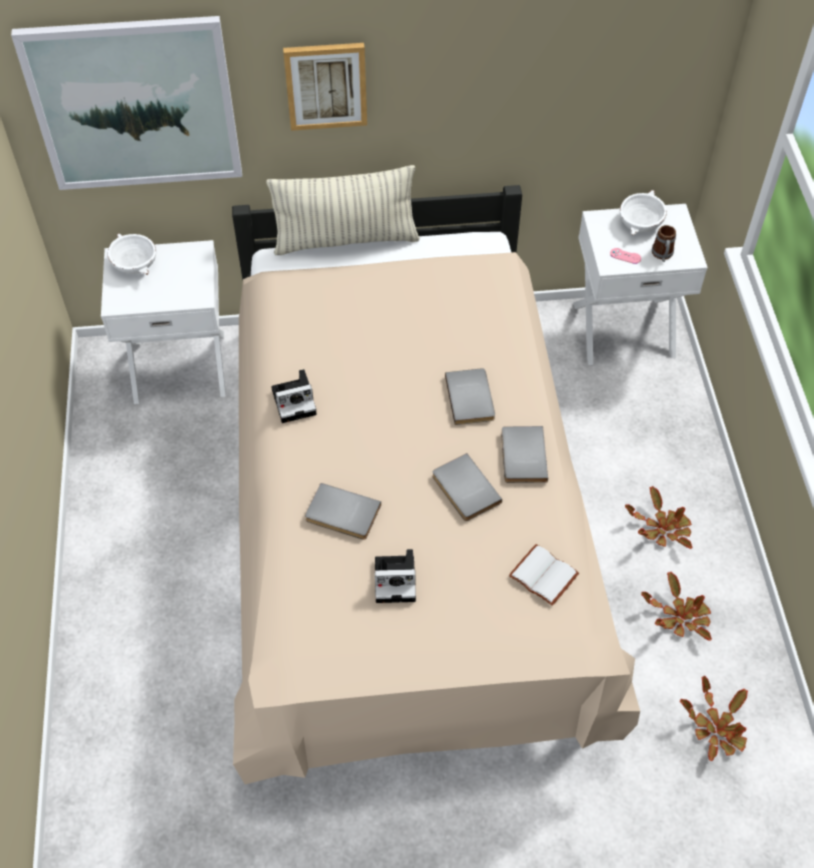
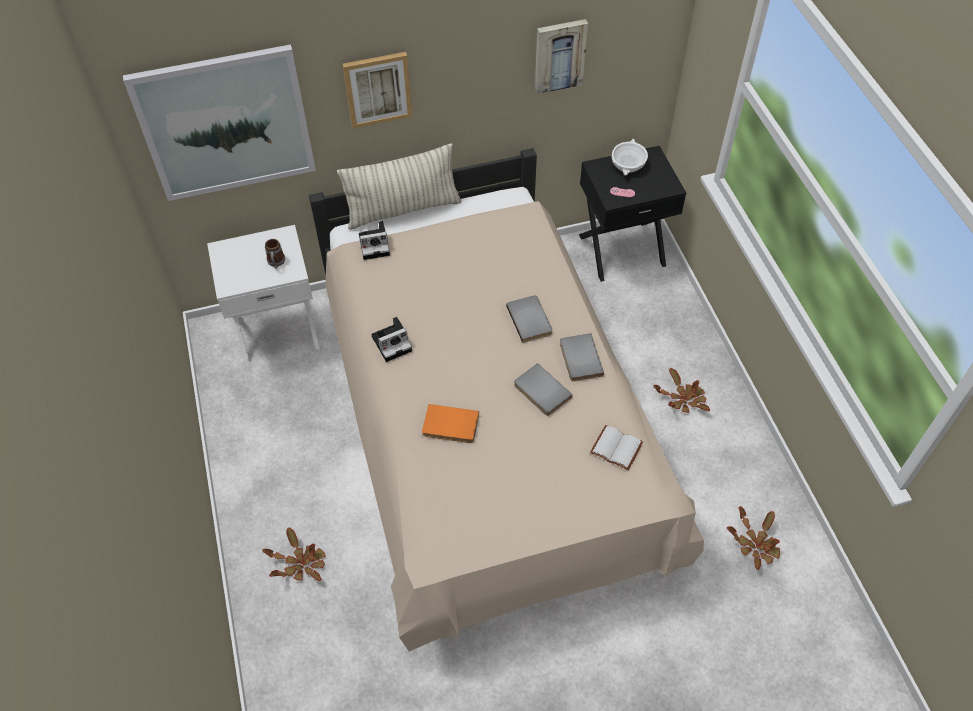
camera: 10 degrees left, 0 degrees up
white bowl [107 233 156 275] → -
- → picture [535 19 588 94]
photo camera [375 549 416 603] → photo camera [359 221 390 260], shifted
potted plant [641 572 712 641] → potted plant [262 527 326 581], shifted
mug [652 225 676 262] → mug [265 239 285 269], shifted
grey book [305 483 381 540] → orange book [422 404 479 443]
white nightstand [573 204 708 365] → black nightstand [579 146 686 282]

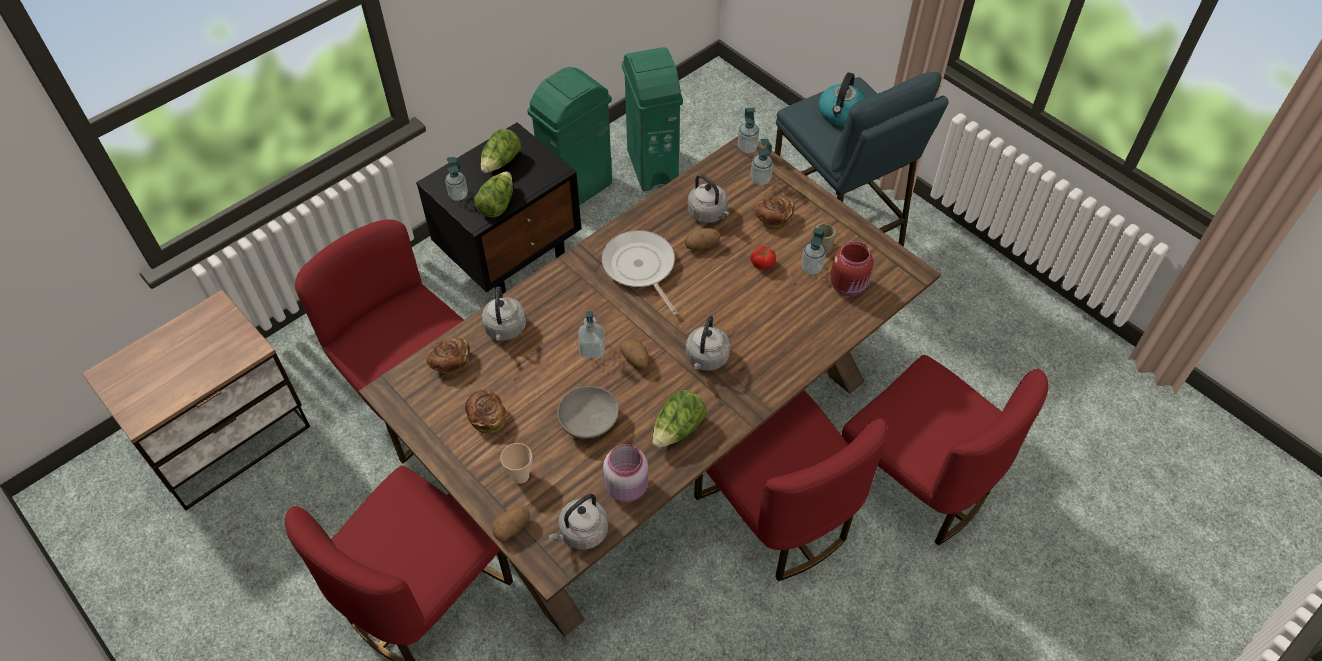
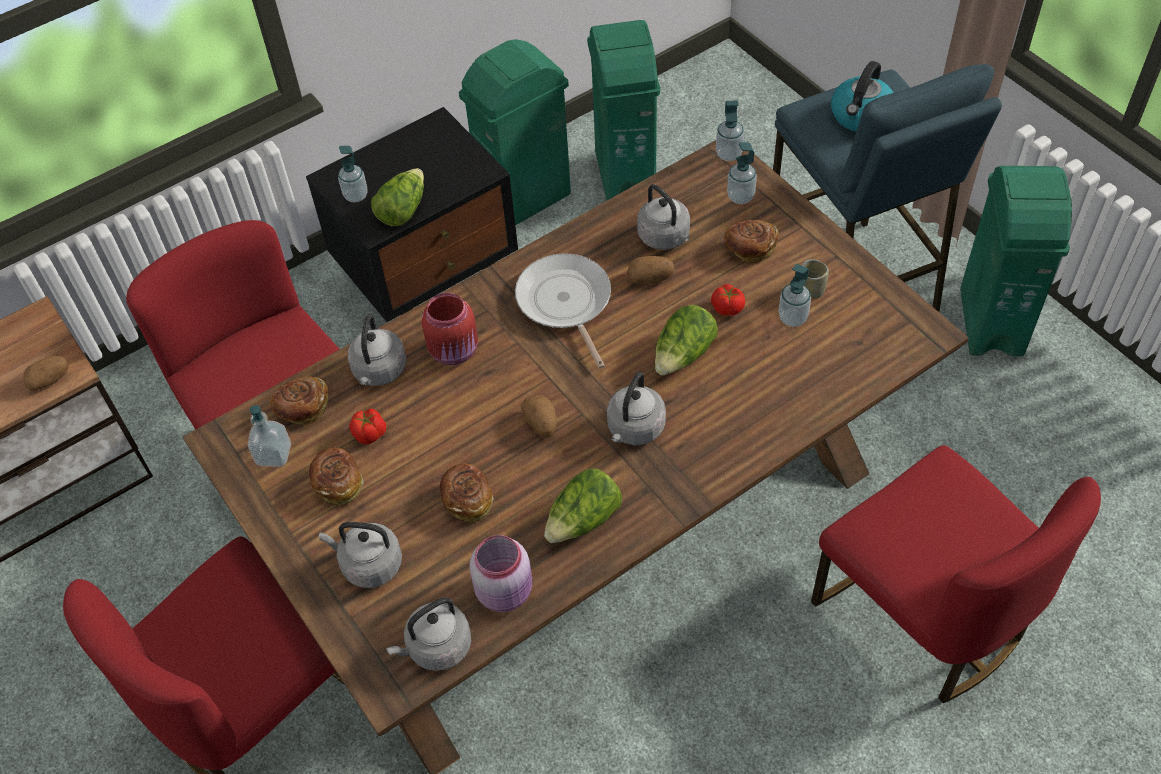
camera: 10 degrees right, 0 degrees up
red chair [694 390 887 581] → -
- → tomato [349 408 386 445]
- → green trash can [960 166 1072 356]
lettuce [481 129 521 173] → lettuce [655 305 718 375], shifted
potato [492 506 530 542] → potato [23 356 69 391], shifted
soap dispenser [578 311 605 358] → soap dispenser [248 405 291 467], shifted
red jar [830 241 873 296] → red jar [421 293 478 365], shifted
cup [501 443 532 484] → grey kettle [319 522 402 588]
grey bowl [557 386 619 439] → bread [440 463 494 523]

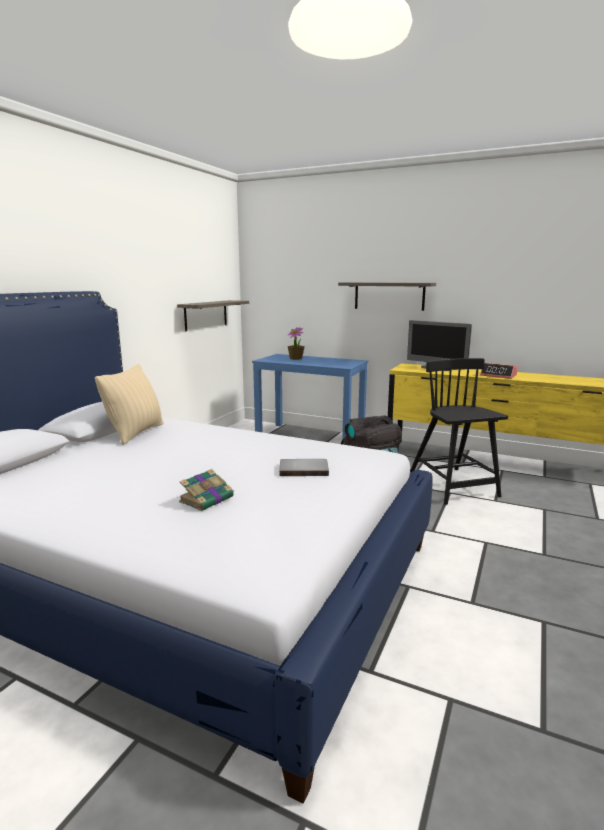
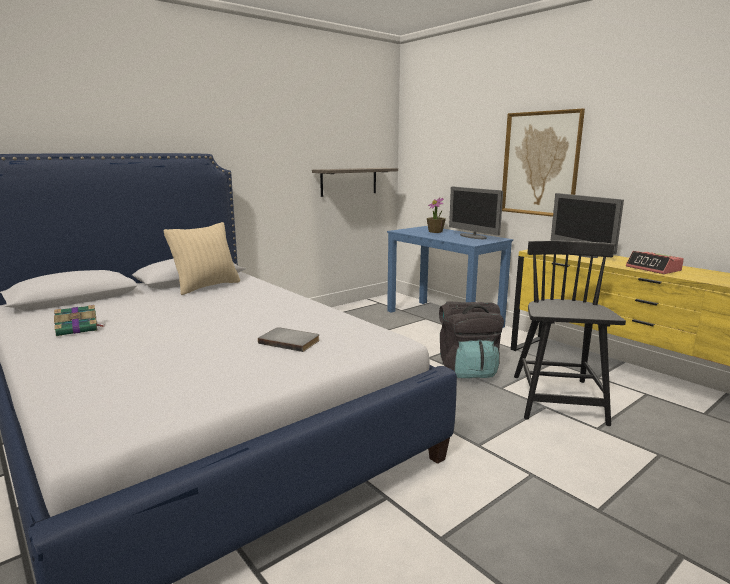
camera: 25 degrees right, 0 degrees up
- → monitor [449 187 503 239]
book [179 469 235 511] → book [54 305 104 336], shifted
shelf [338 282 436 311] → picture [502 109 585 217]

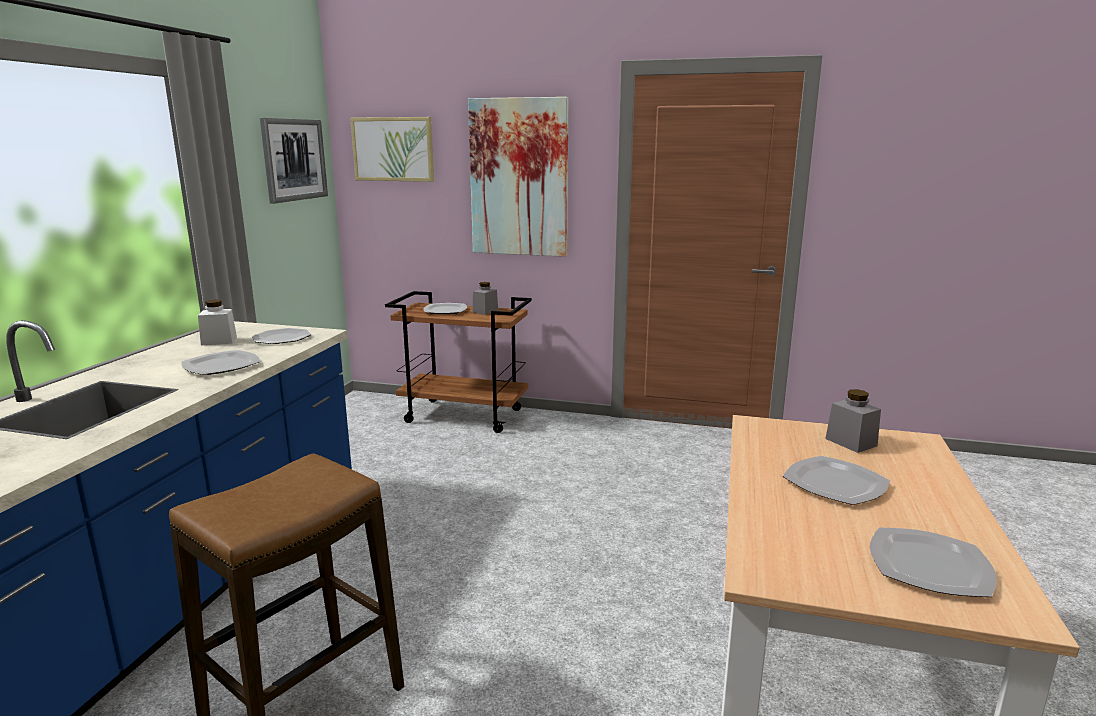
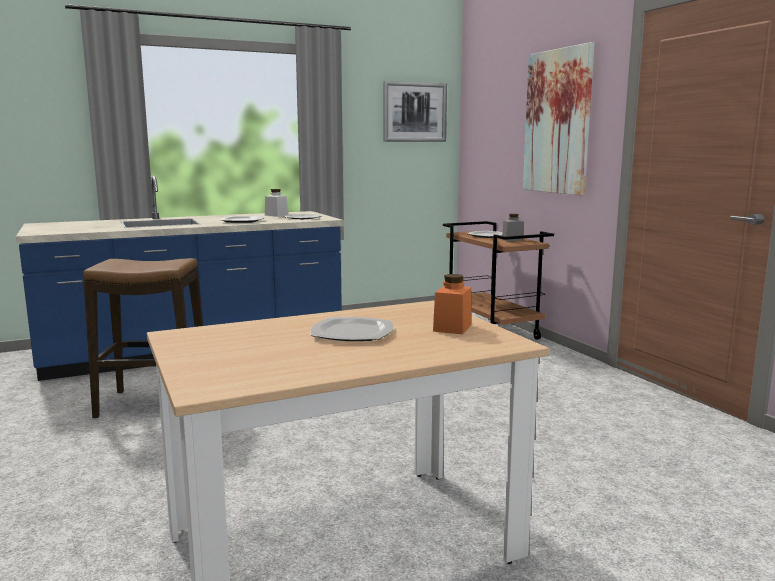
camera: 50 degrees right, 5 degrees down
picture [350 117 434 182] → -
plate [869 527 997 597] → -
grey jar [825 389 881 453] → orange jar [433 274 472 335]

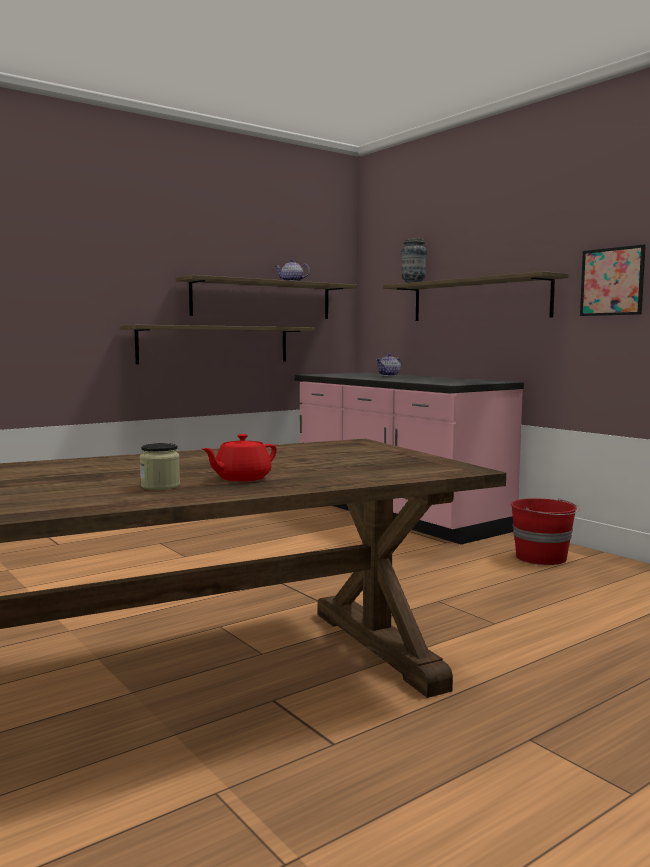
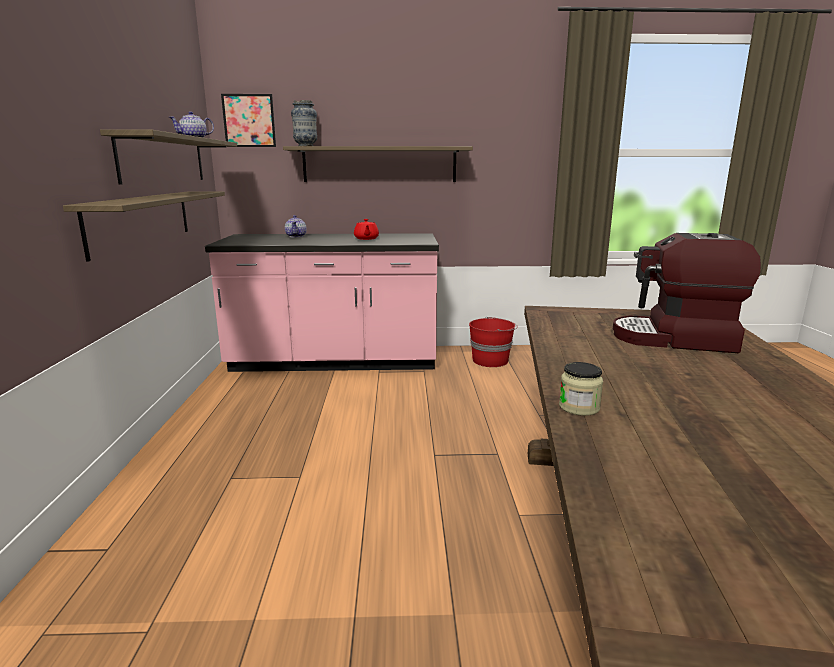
camera: 55 degrees left, 10 degrees up
- → coffee machine [613 233 761 353]
jar [140 443 180 490] → jar [559 362 603 416], shifted
red teapot [201 434 277 482] → red teapot [354 219 379 240], shifted
picture [580 245 646 316] → picture [221 94 276 147], shifted

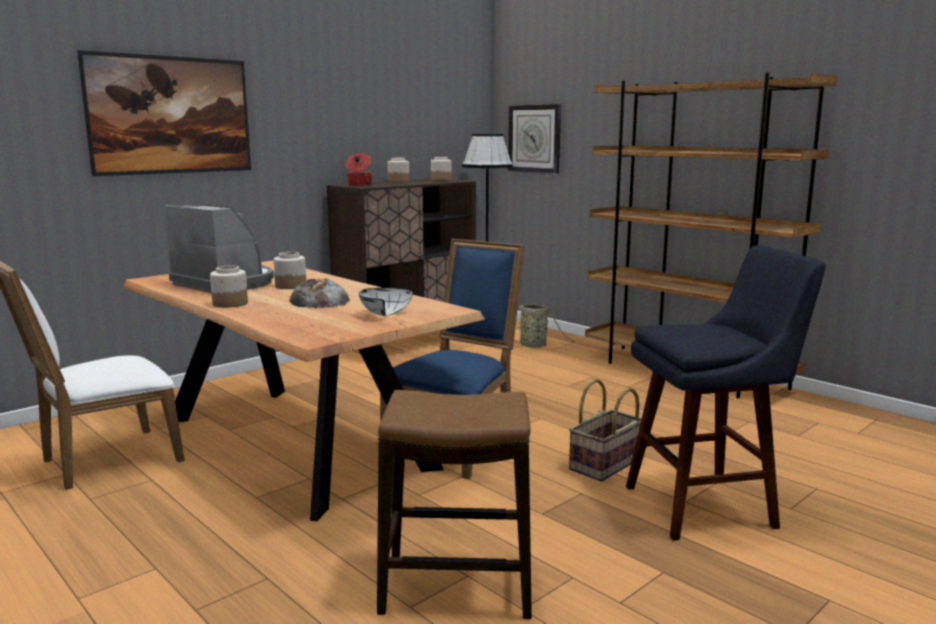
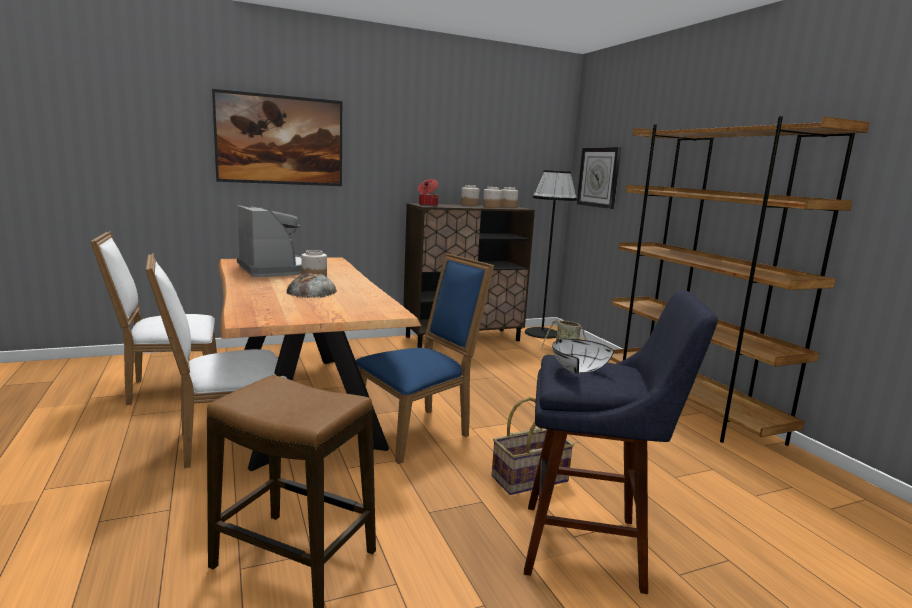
camera: 20 degrees right, 0 degrees up
- → white chair [146 253 287 468]
jar [210 265 248 308] → jar [483 187 502 208], shifted
white bowl [359 287 413 316] → white bowl [552 339 614 374], shifted

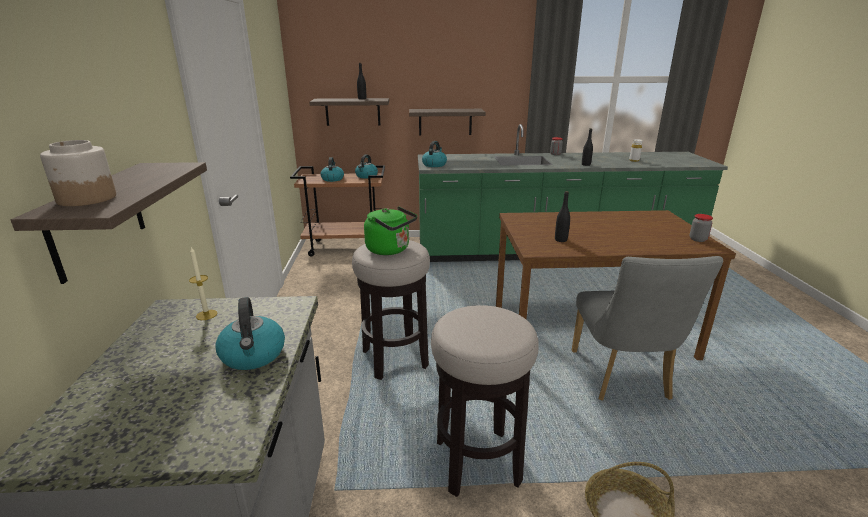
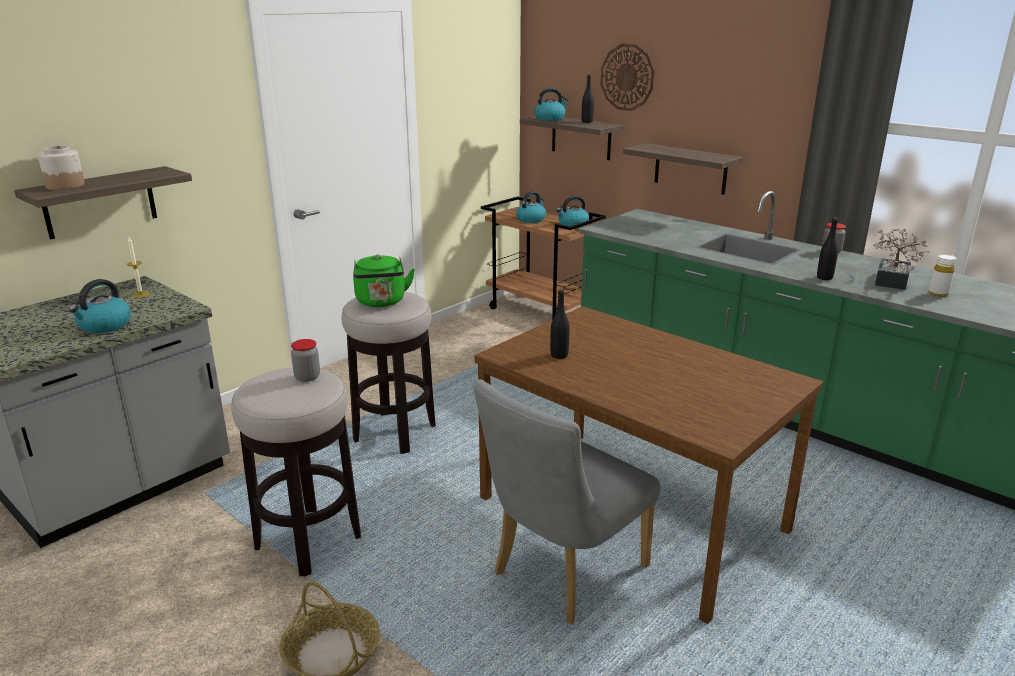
camera: 45 degrees right, 0 degrees up
- → wall clock [600 44 655 111]
- → potted plant [873 229 930 290]
kettle [422 141 447 167] → kettle [534 88 569 121], shifted
jar [690 214 713 242] → jar [291 339 320 382], shifted

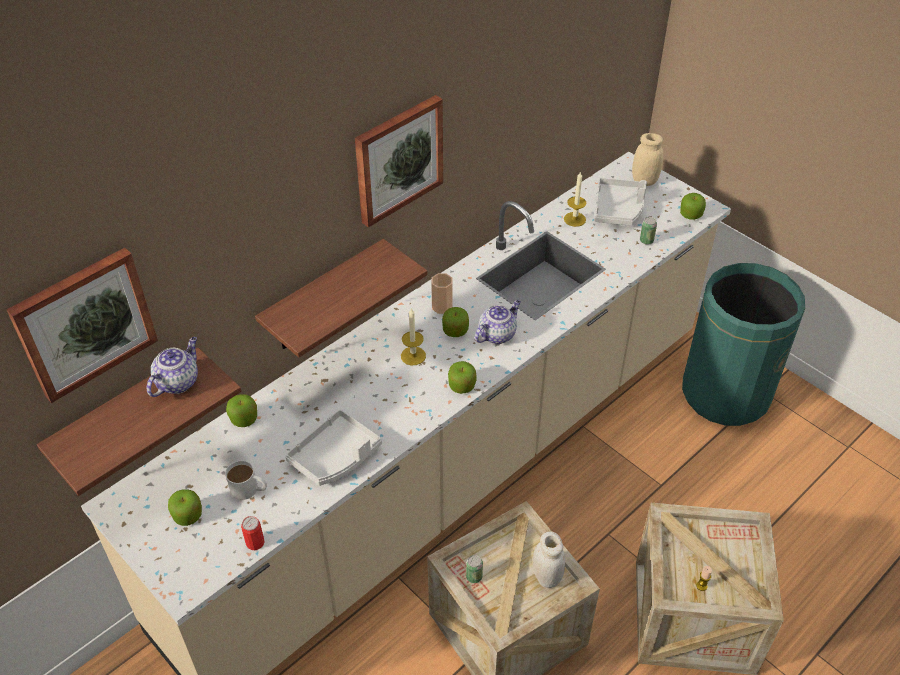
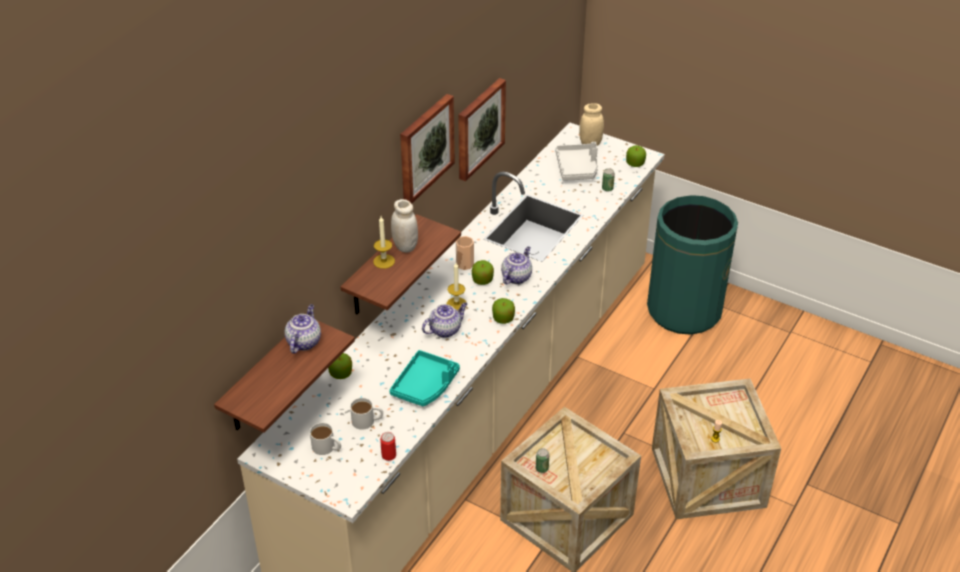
camera: 15 degrees left, 5 degrees down
- → teapot [422 302 467 338]
picture [6 248 158 403] → picture [458 78 506 181], shifted
white jar [533 531 565 588] → white jar [391 199 418 253], shifted
candle [564 171 587 227] → candle [373 216 395 269], shifted
apple [168 489 202 526] → white mug [310 423 341 455]
grey tray [285 410 382 486] → turquoise tray [389 350 460 406]

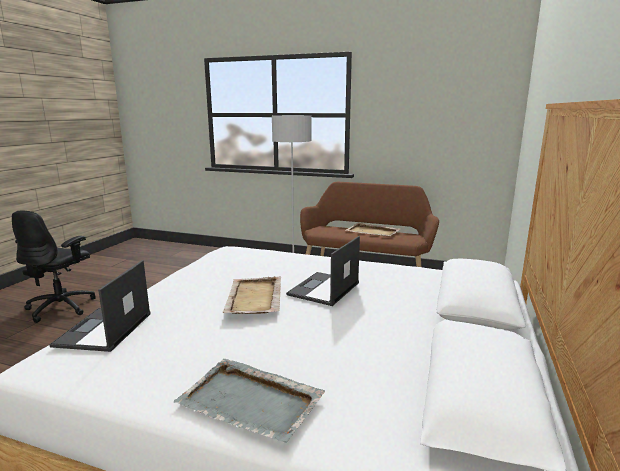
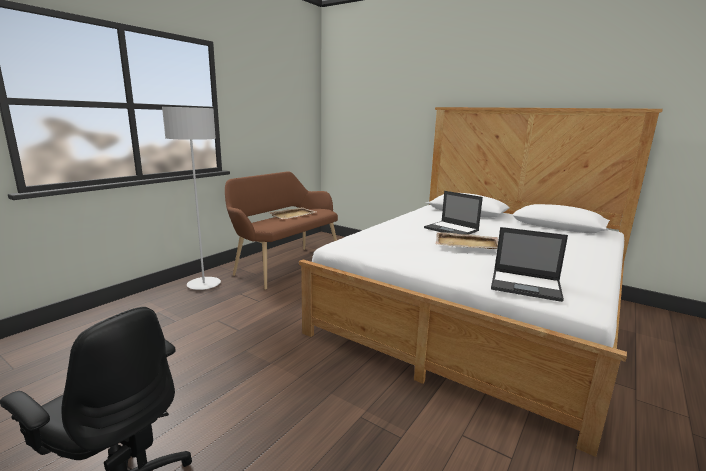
camera: 75 degrees left, 0 degrees up
grey tray [174 359 325 443] → -

